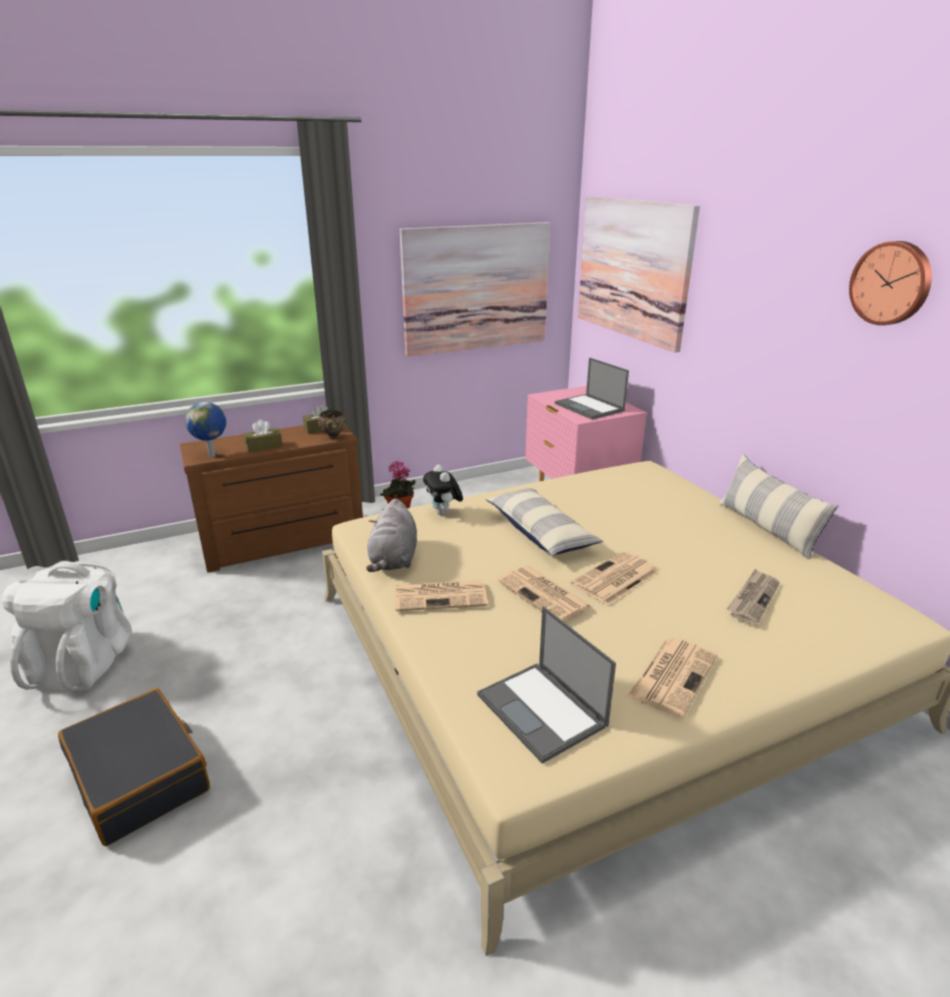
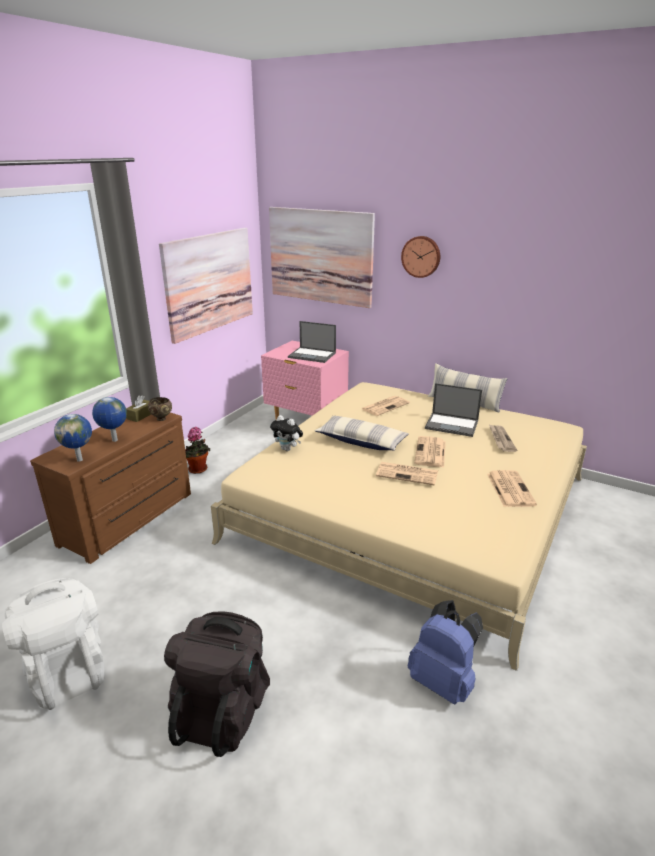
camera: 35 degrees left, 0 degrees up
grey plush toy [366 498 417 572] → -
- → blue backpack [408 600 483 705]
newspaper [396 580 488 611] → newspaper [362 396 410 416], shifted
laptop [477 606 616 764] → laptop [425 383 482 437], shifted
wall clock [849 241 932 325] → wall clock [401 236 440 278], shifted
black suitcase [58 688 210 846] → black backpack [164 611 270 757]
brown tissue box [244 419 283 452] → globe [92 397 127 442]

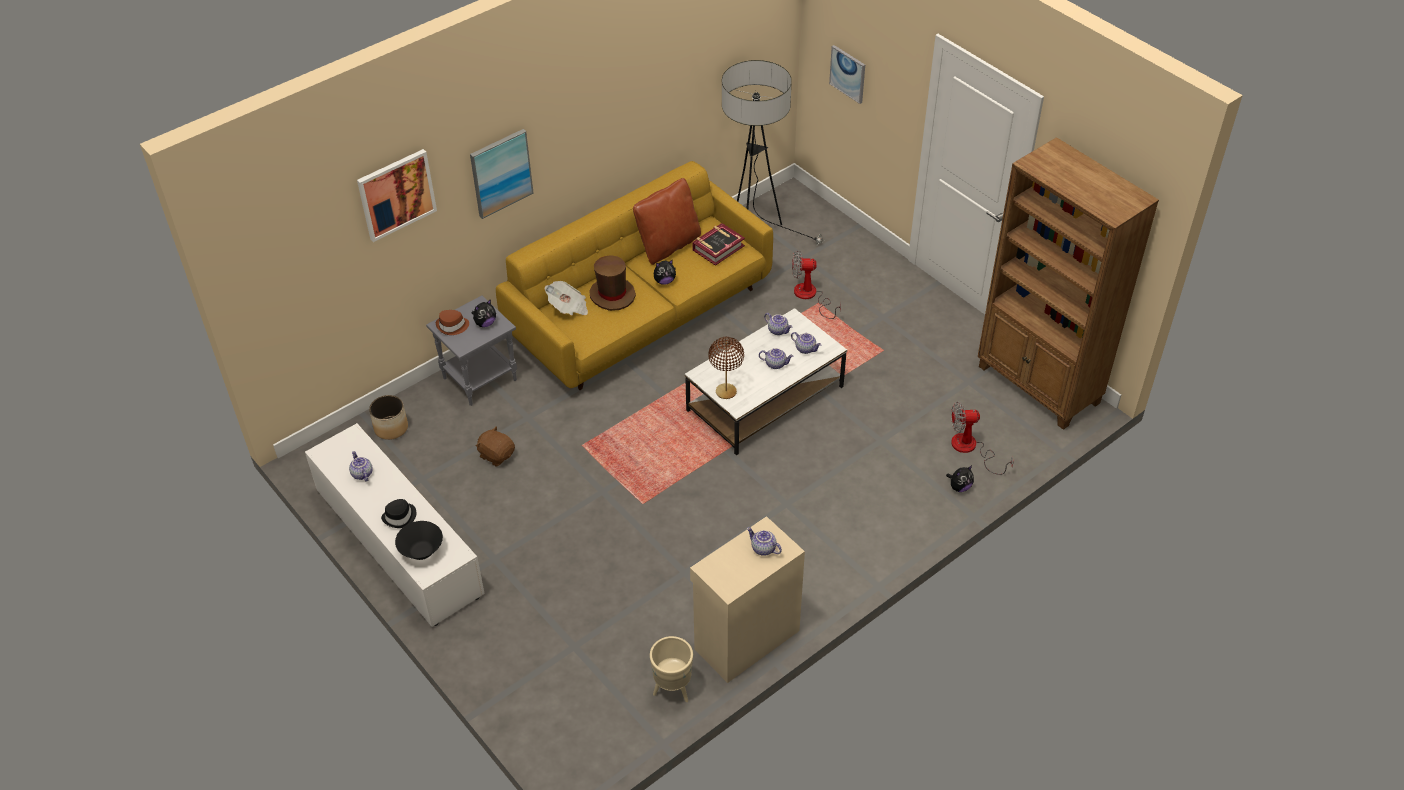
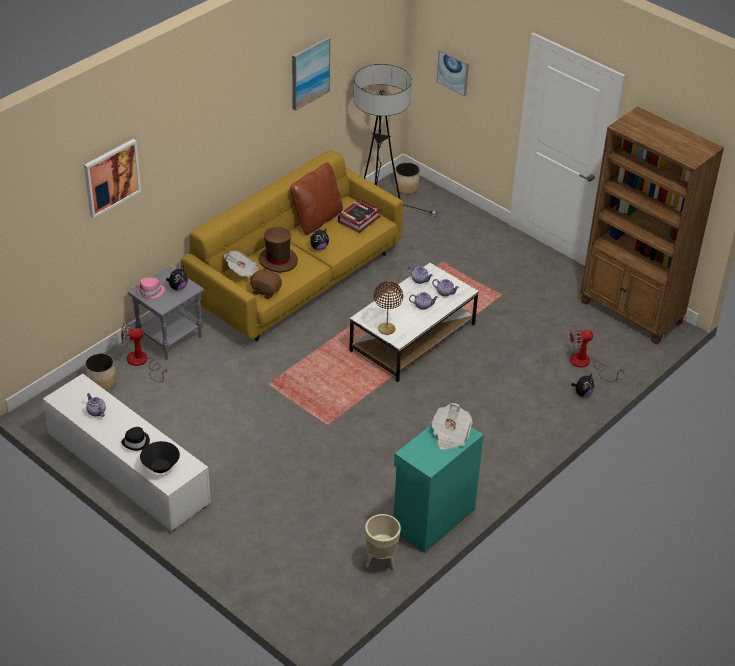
camera: 10 degrees left, 5 degrees down
- → planter [394 162 420 194]
picture [470 129 533 219] → picture [292 37 330 111], shifted
brown plush toy [476 426 515 466] → brown plush toy [250 267 282 299], shifted
fan [792 251 841 319] → fan [121 322 167 382], shifted
teapot [747 527 782 556] → newspaper [431 403 473 450]
brown hat [436 310 469 335] → pink hat [137 278 165 298]
beige cabinet [690 516 805 683] → turquoise cabinet [393 425 483 553]

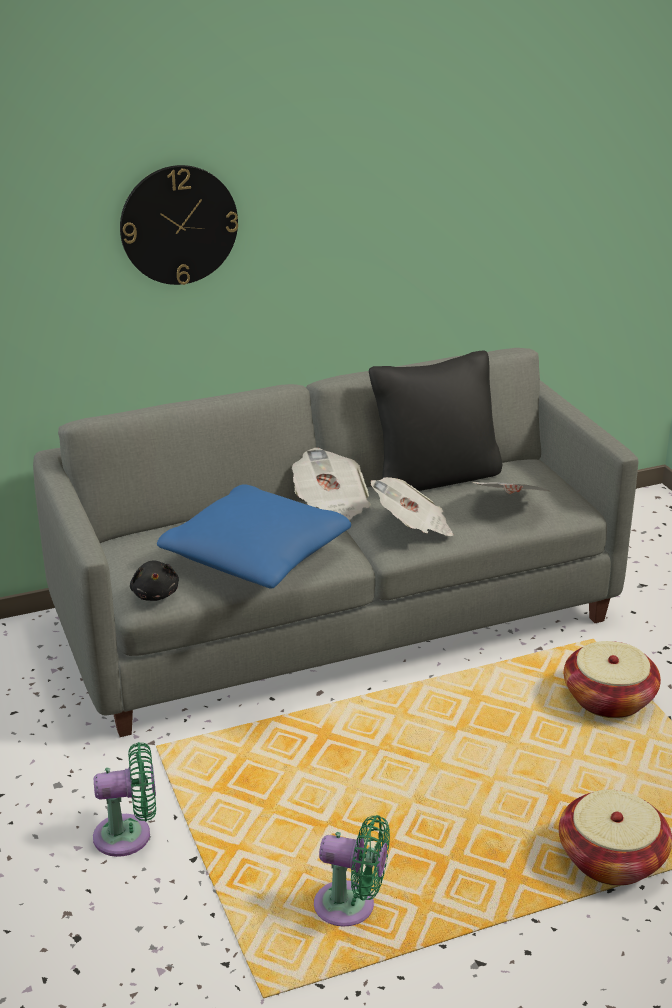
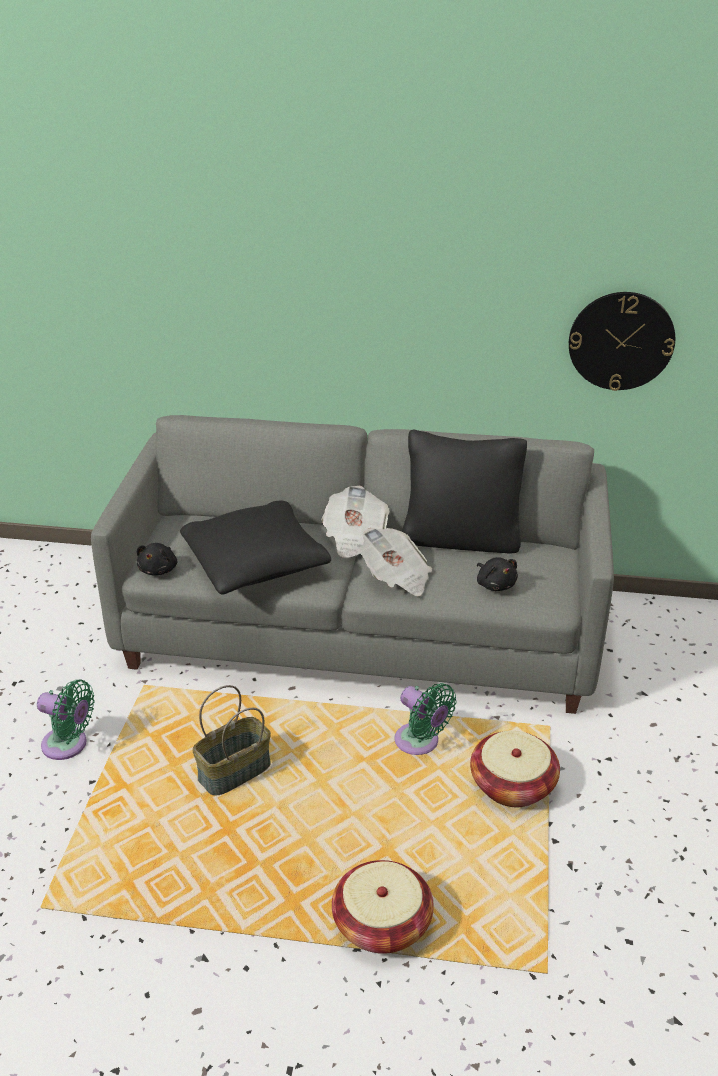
camera: 30 degrees right, 5 degrees up
- → basket [192 685 271 796]
wall clock [120 165 238 285] → wall clock [569 292 675 391], shifted
green fan [314 815 390 927] → green fan [394 683 457 755], shifted
newspaper [472 482 549 494] → black plush toy [477 557 518 591]
blue pillow [157 484 351 589] → black pillow [180 501 331 595]

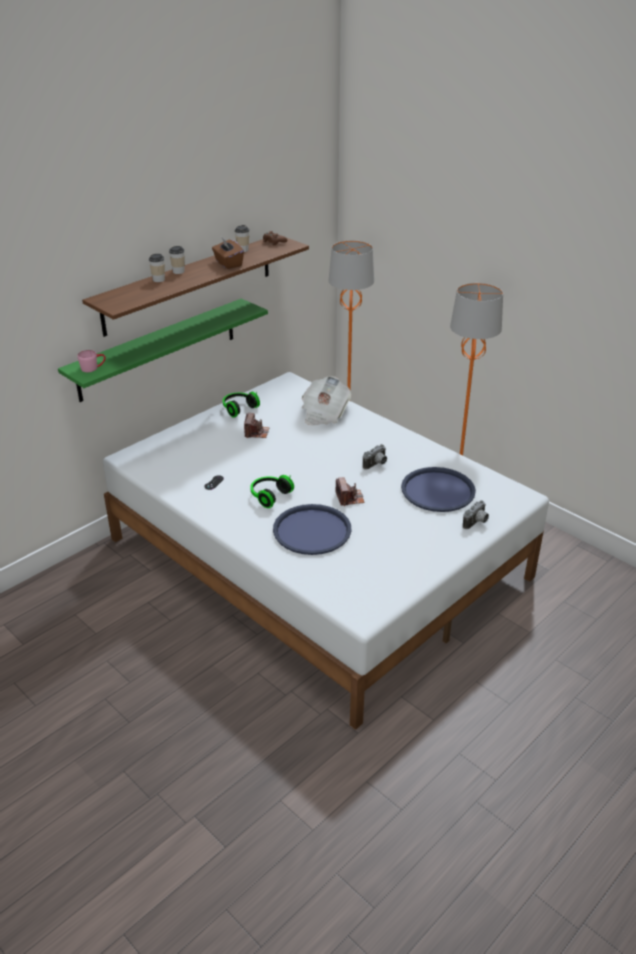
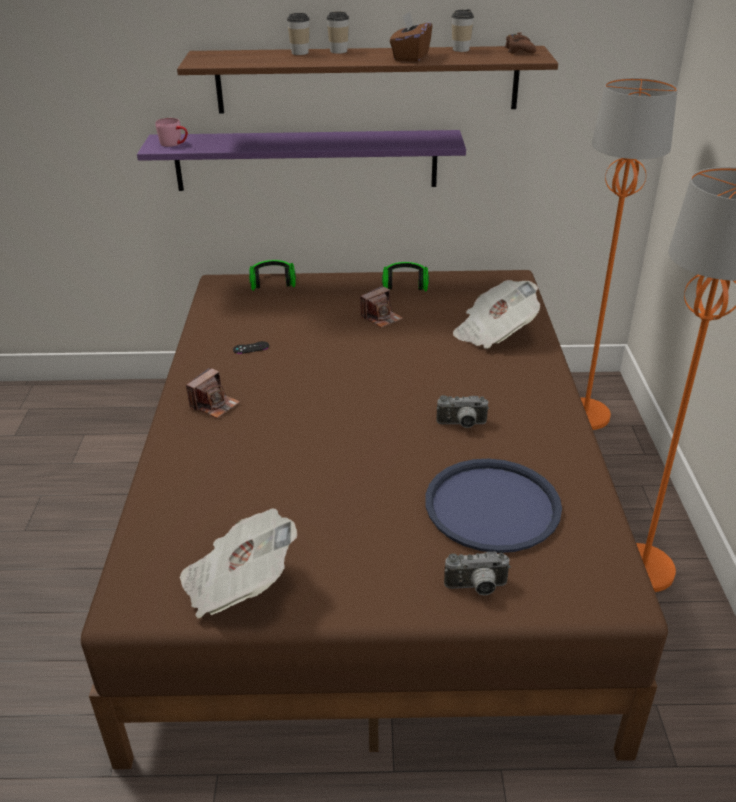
camera: 45 degrees right, 0 degrees up
blue tray [273 504 351 555] → -
- → newspaper [180 509 297 619]
headphones [250 475 294 508] → headphones [249 260 296 291], shifted
photo camera [336 477 365 506] → photo camera [186 368 240 418], shifted
green shelf [58 299 268 402] → purple shelf [137 130 466 191]
white bed [103 372 549 730] → brown bed [81 270 668 769]

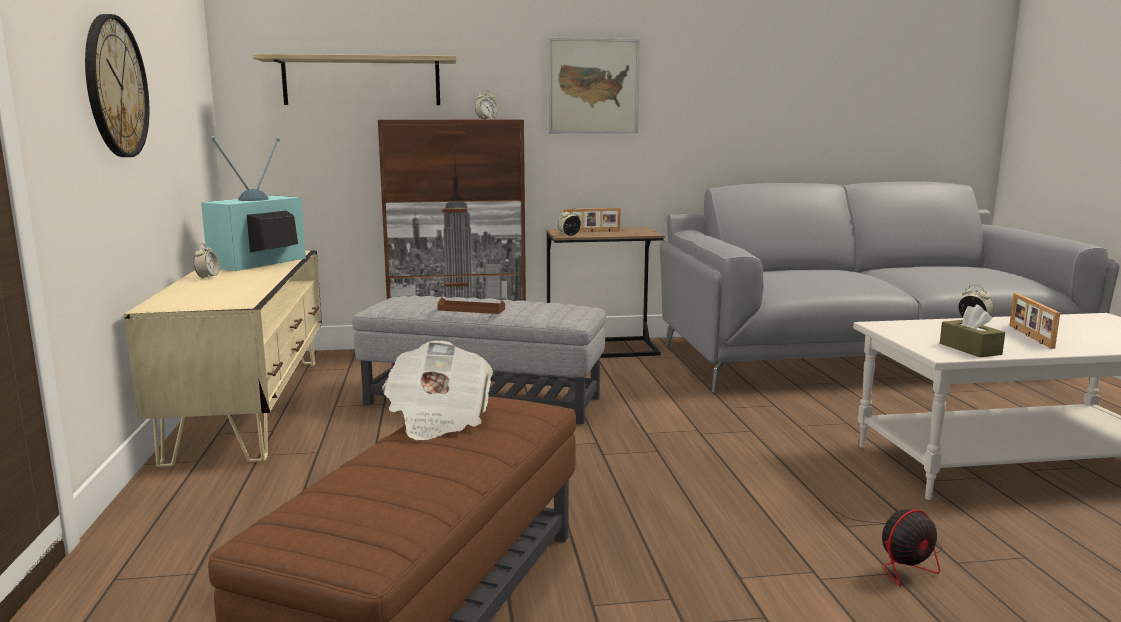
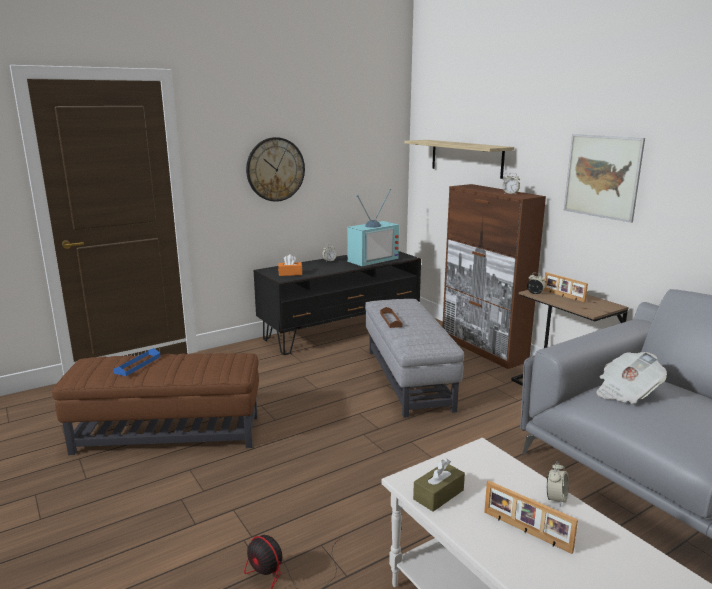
camera: 65 degrees right, 5 degrees up
- → blue tray [113 348 161 376]
- → orange tissue box [278 254 302 276]
newspaper [382 341 493 440] → newspaper [596 352 667 404], shifted
beige tv stand [124 250 322 467] → black tv stand [254 251 421 355]
television [201 136 306 271] → television [347 188 399 266], 135 degrees clockwise
picture frame [1009 293 1060 349] → picture frame [484 481 578 554], 120 degrees counterclockwise

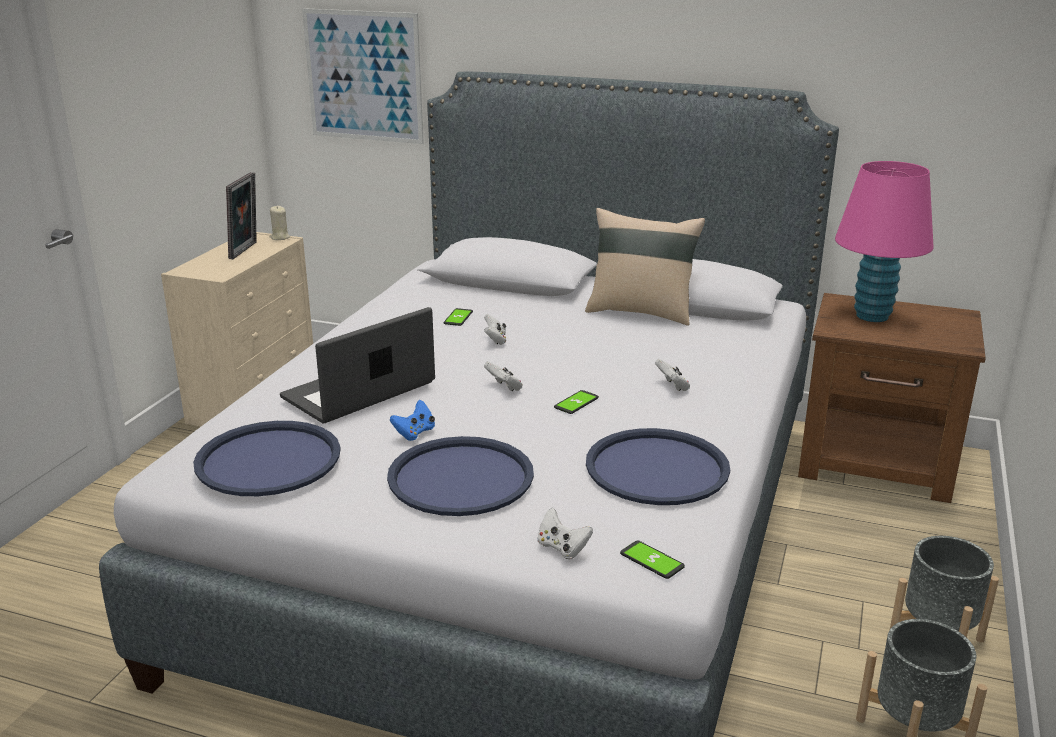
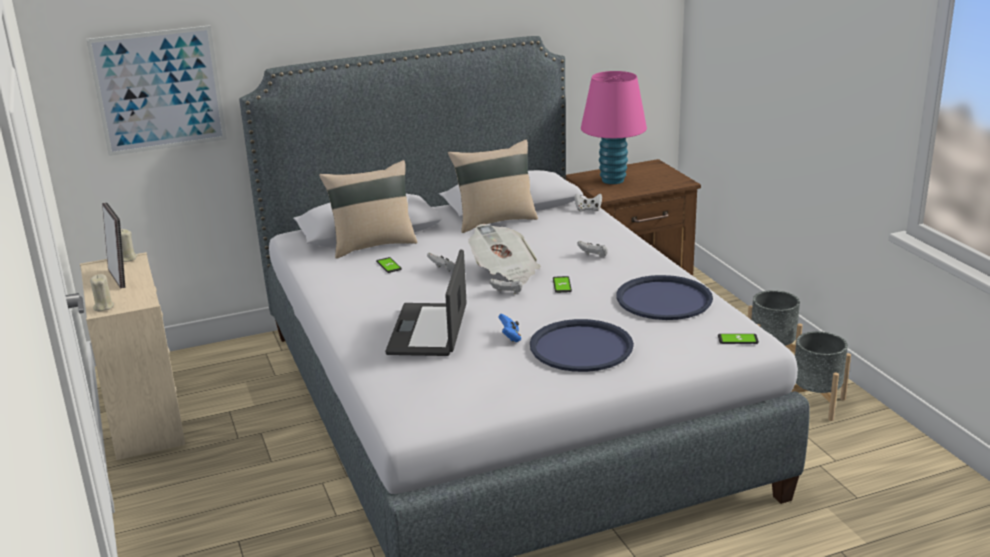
camera: 40 degrees left, 0 degrees up
blue tray [193 421 341 496] → -
- → beige candle [90 274 114 311]
- → beige pillow [319 160 418 259]
- → newspaper [468 224 541 285]
white game controller [538 508 593 559] → white game controller [574 193 602 211], shifted

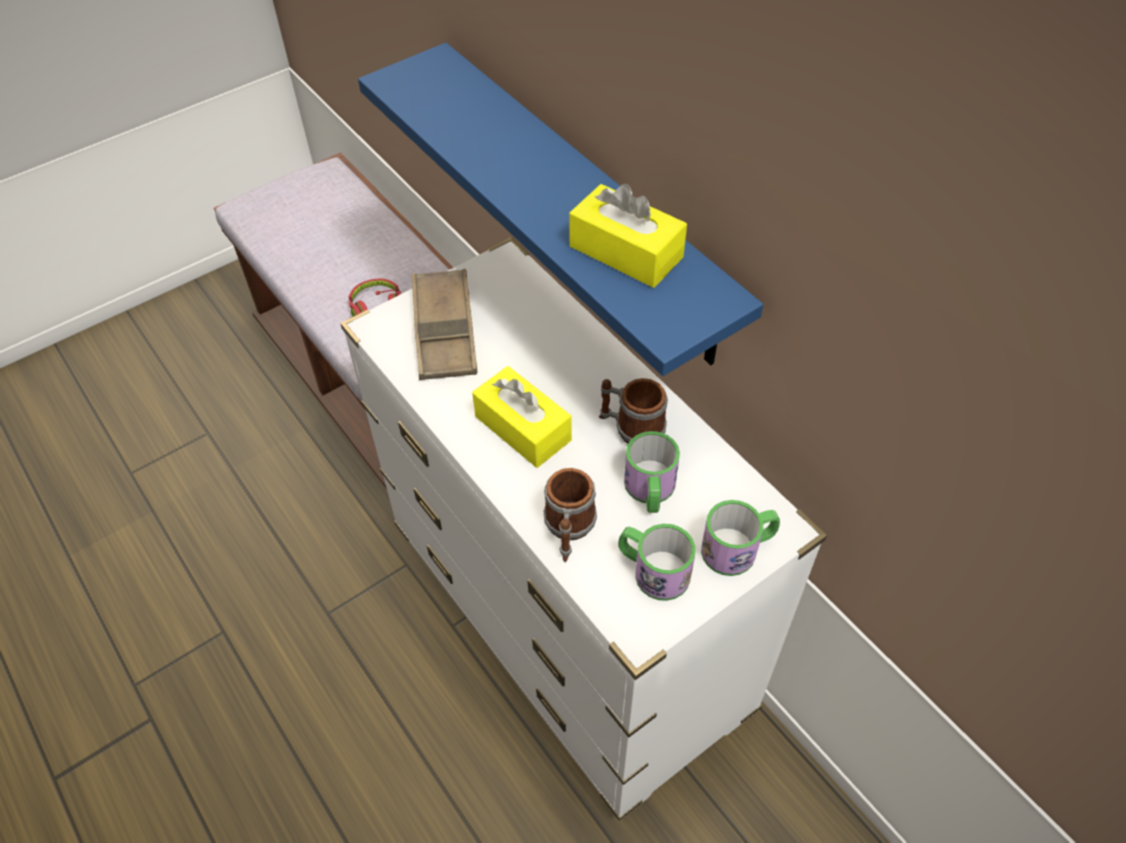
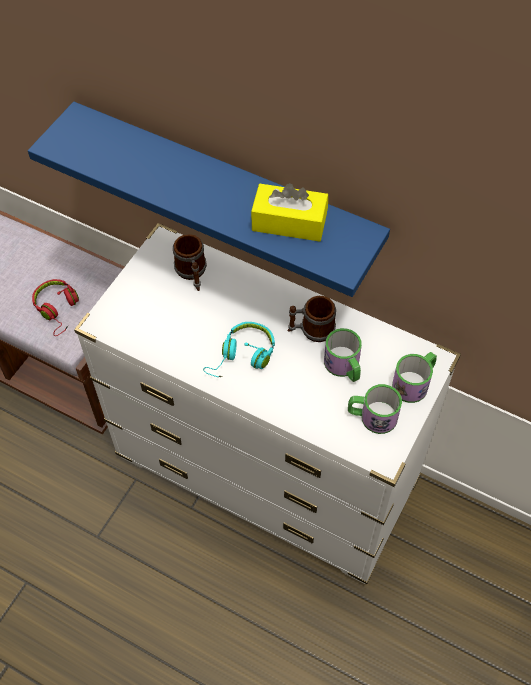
camera: 25 degrees left, 5 degrees up
brown tray [411 269 477 380] → -
mug [544 468 597 562] → mug [173 234 207 291], shifted
yellow tissue box [472 366 572 468] → turquoise headphones [203 322 275 377]

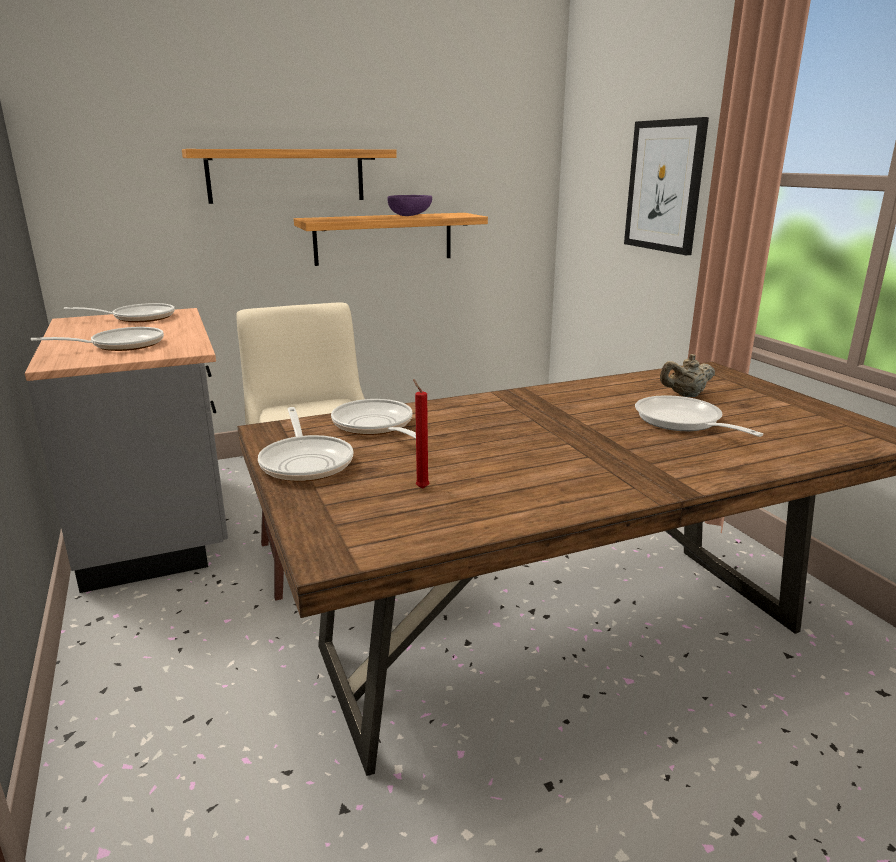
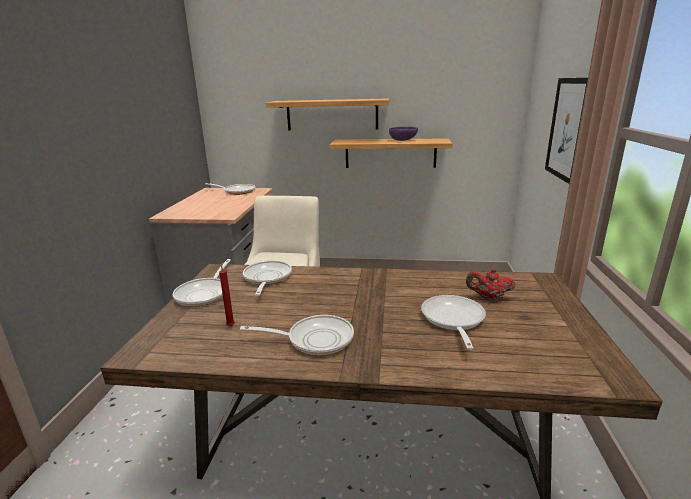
camera: 30 degrees right, 0 degrees up
frying pan [31 327 164 351] → frying pan [240 315 354 355], shifted
beige teapot [660 354 715 397] → red teapot [466 269 516 301]

